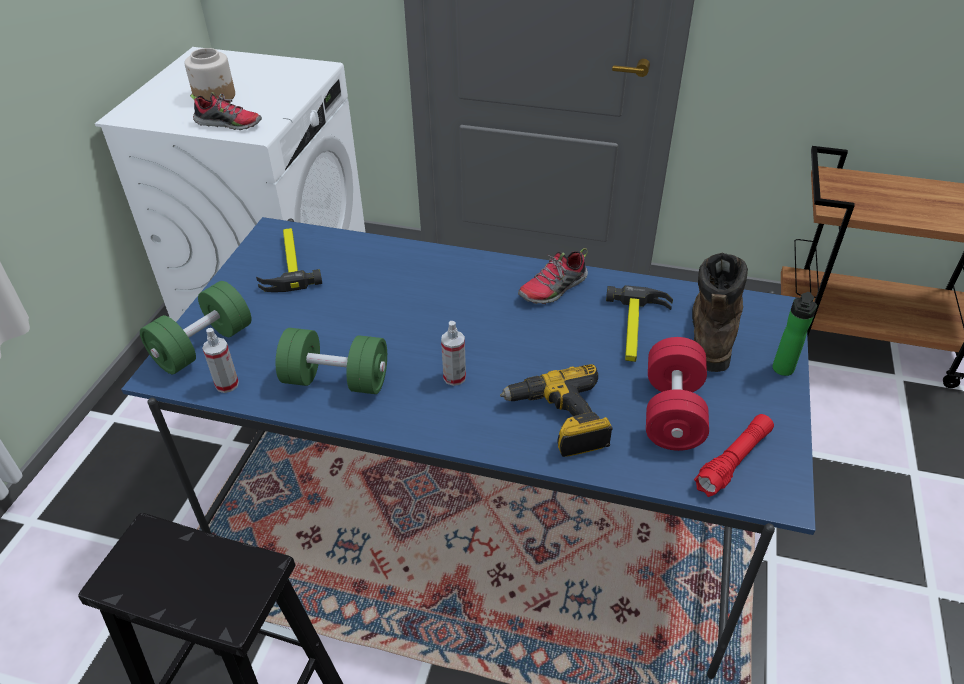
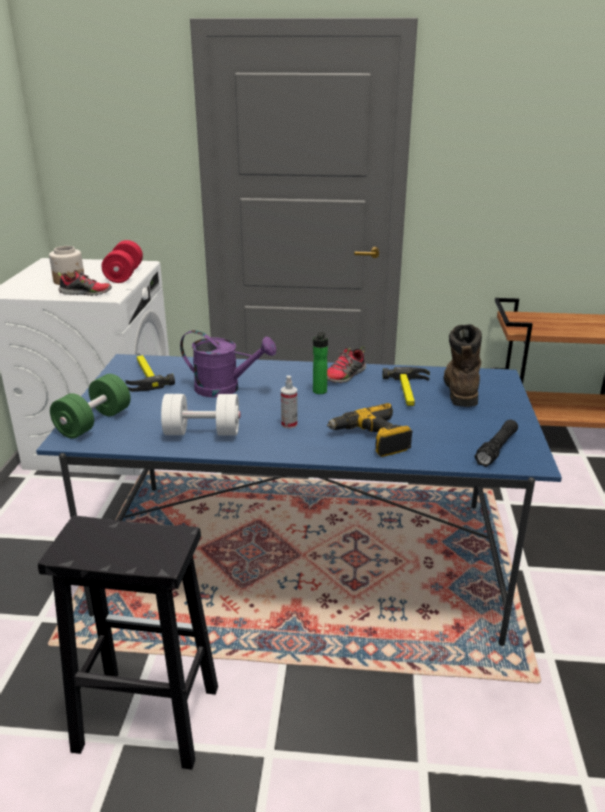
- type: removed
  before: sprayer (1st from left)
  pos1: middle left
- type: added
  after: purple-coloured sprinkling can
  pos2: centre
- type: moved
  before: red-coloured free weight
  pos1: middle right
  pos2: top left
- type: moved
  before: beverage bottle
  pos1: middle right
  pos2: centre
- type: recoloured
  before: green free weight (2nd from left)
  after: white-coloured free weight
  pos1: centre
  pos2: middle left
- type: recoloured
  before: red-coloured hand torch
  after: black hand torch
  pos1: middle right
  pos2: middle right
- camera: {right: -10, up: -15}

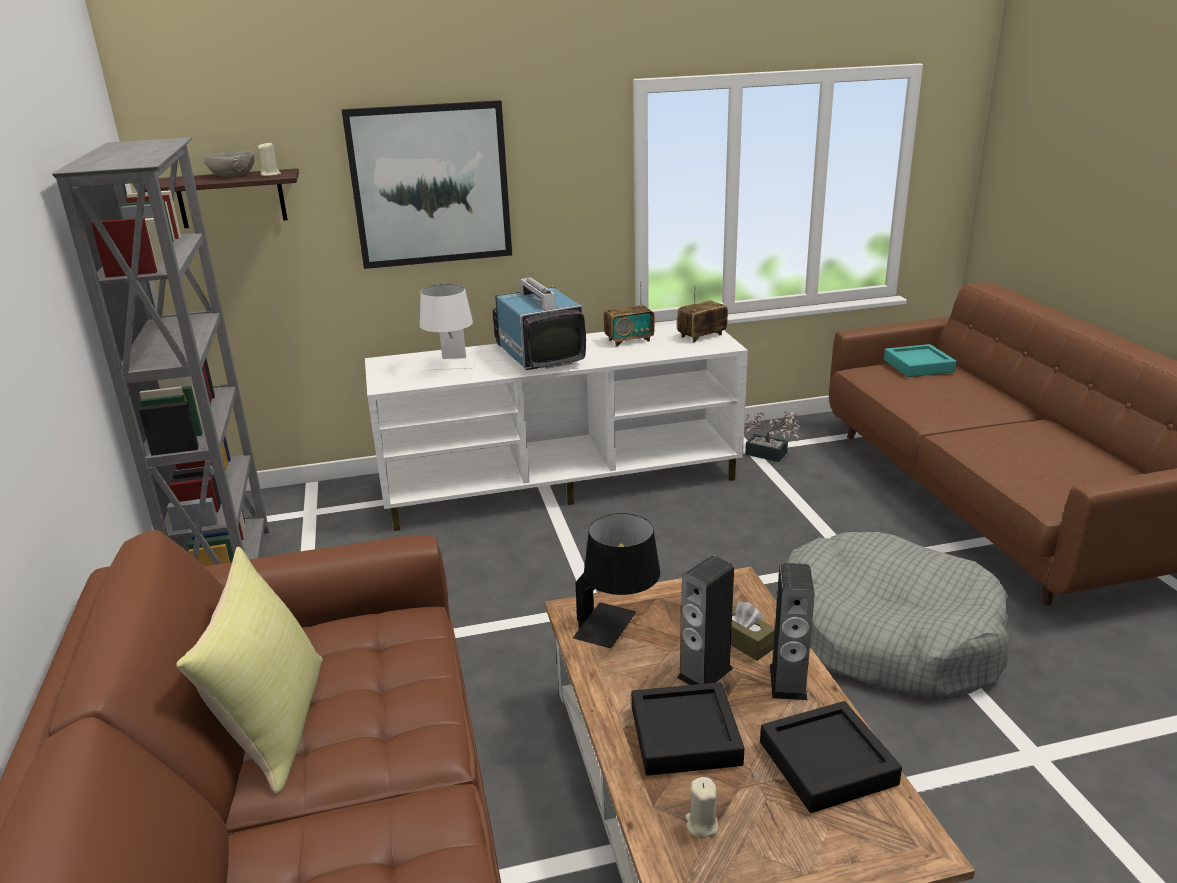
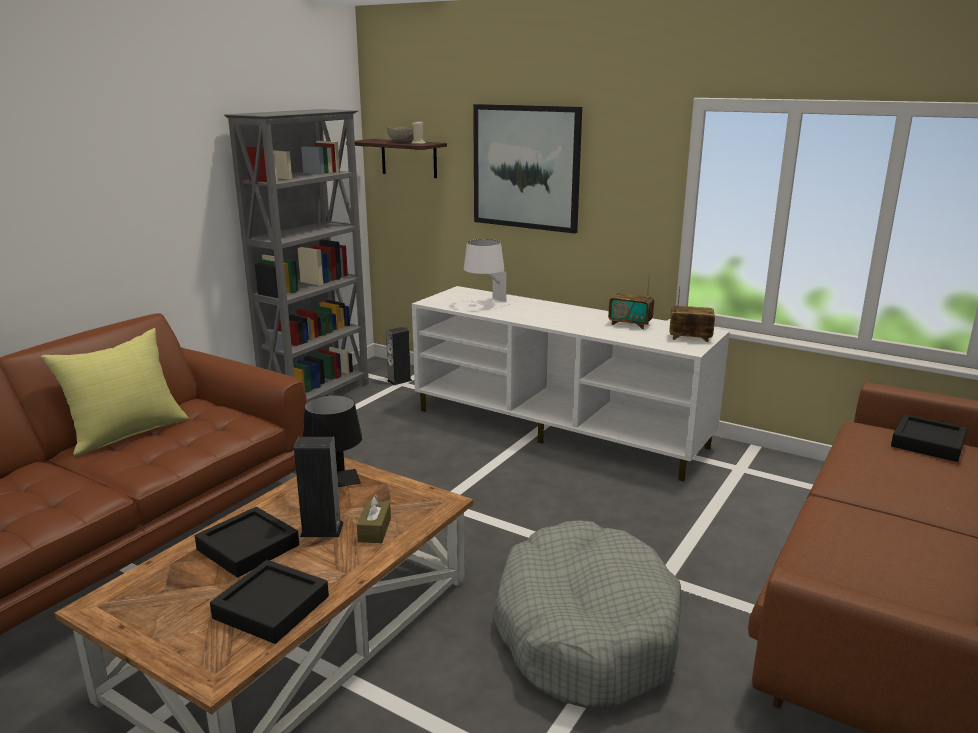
- type: removed
  before: television
  pos1: centre
- type: removed
  before: beige wax candle (2nd from left)
  pos1: bottom centre
- type: removed
  before: houseplant
  pos1: centre
- type: moved
  before: speaker (2nd from left)
  pos1: bottom right
  pos2: centre
- type: recoloured
  before: turquoise-coloured carrying tray
  after: black carrying tray (3rd from left)
  pos1: middle right
  pos2: middle right
- camera: {right: 45, up: -5}

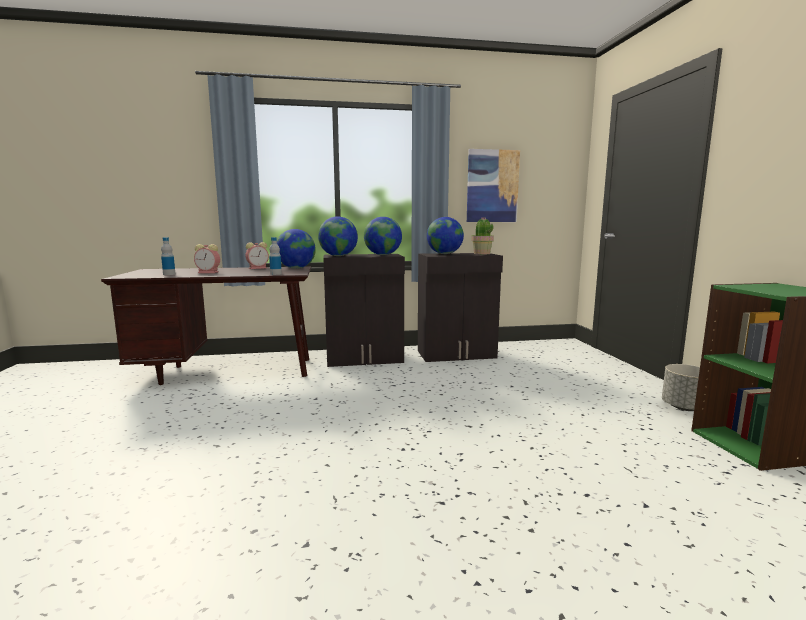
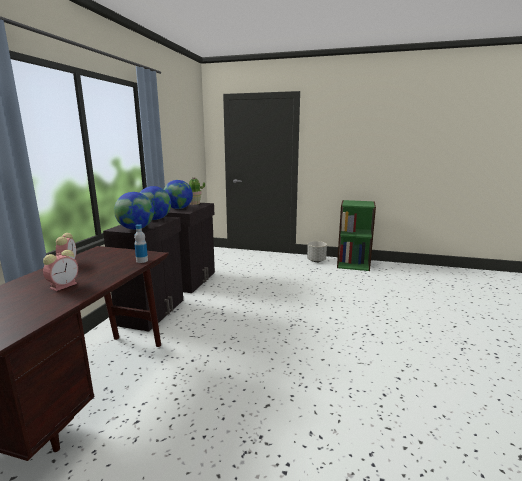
- type: removed
  before: beverage bottle (1st from left)
  pos1: middle left
- type: removed
  before: desk globe (1st from left)
  pos1: centre
- type: removed
  before: picture
  pos1: top centre
- camera: {right: -65, up: 5}

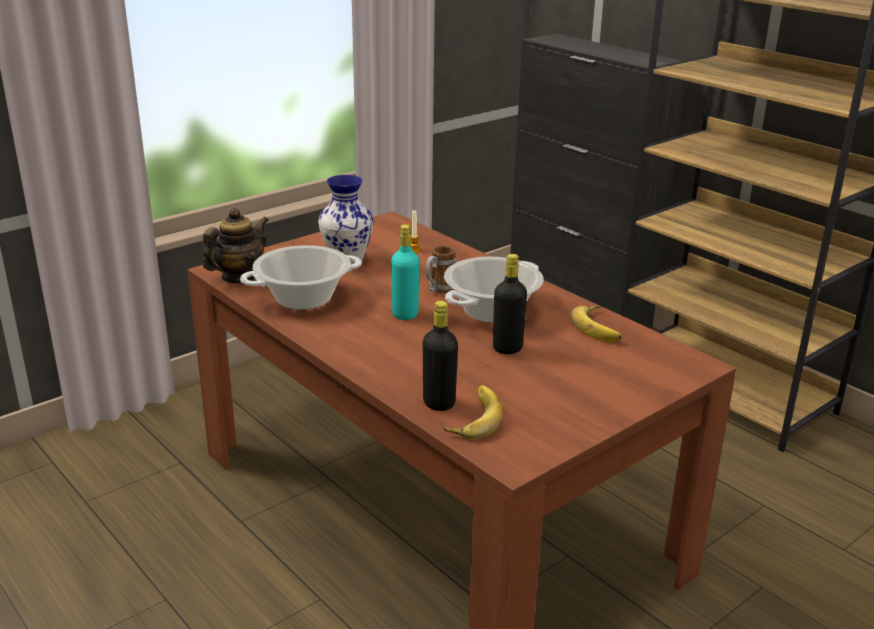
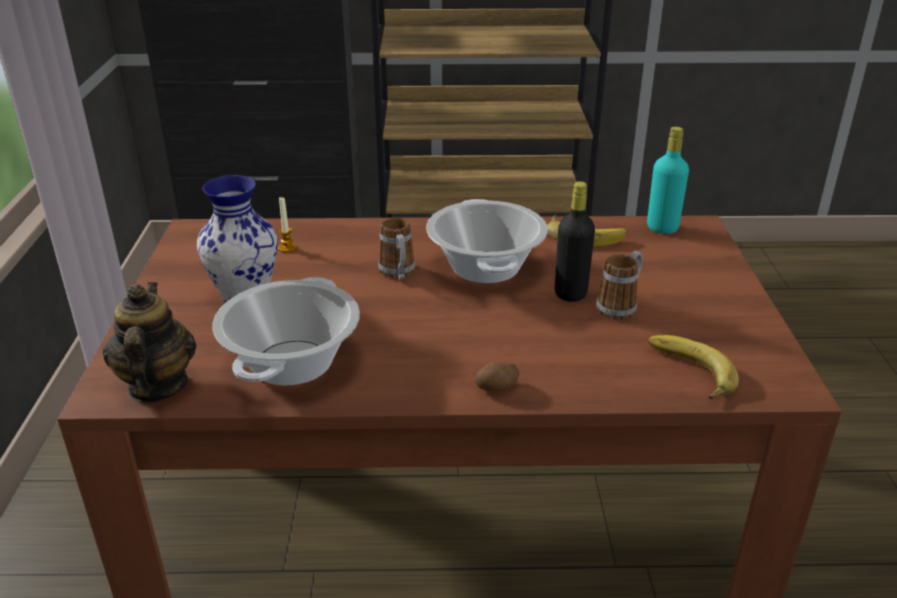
- type: removed
  before: black beverage bottle (1st from left)
  pos1: centre
- type: added
  after: whole potato
  pos2: centre
- type: added
  after: mug (2nd from left)
  pos2: middle right
- type: moved
  before: turquoise-coloured beverage bottle
  pos1: centre
  pos2: top right
- camera: {right: -50, up: 5}

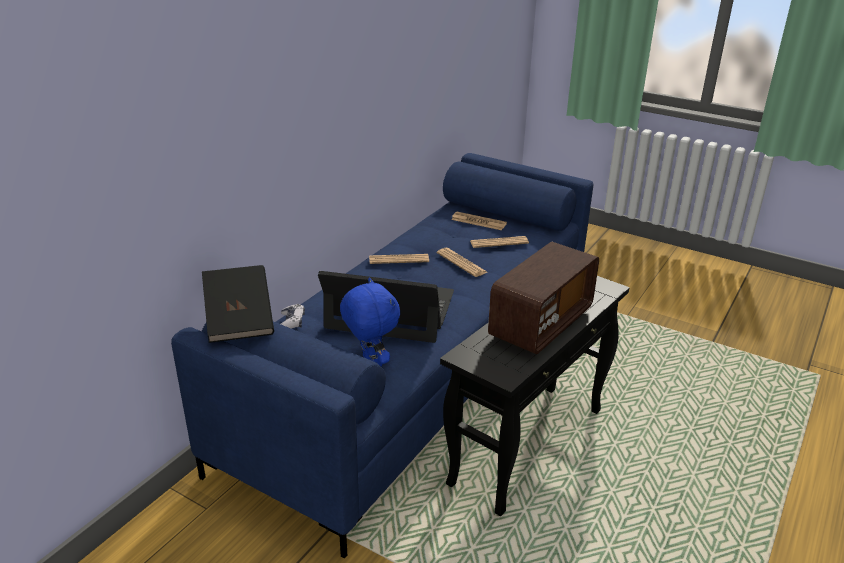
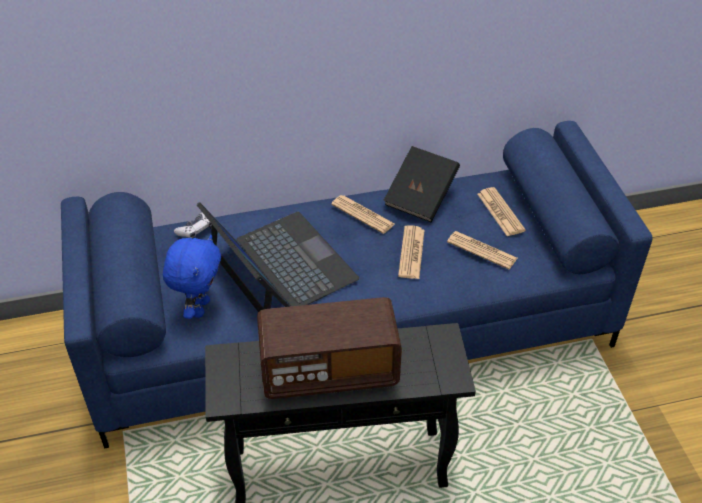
- type: moved
  before: black volume
  pos1: middle left
  pos2: centre
- camera: {right: 45, up: 15}

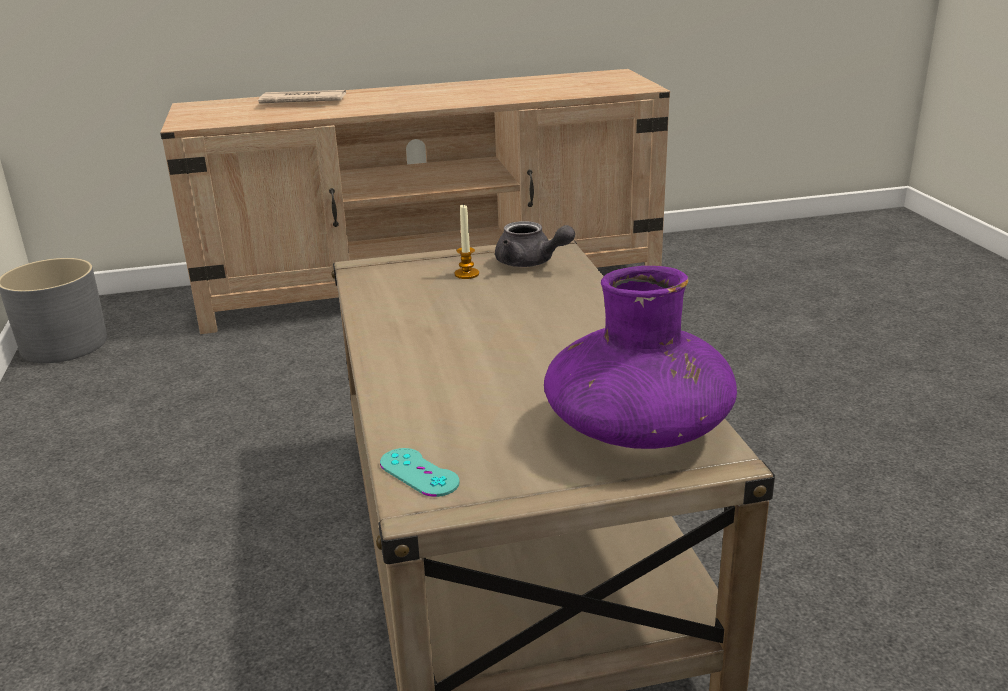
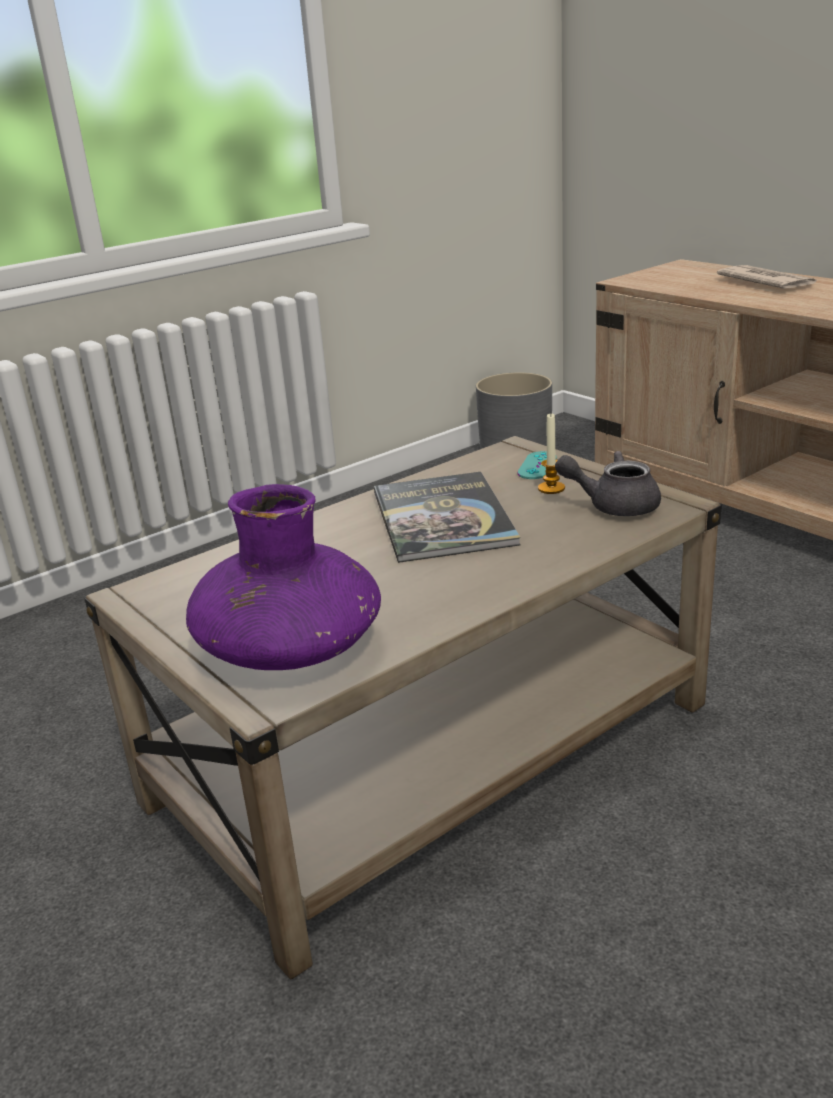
- type: added
  after: volume
  pos2: centre
- type: moved
  before: turquoise-coloured game controller
  pos1: bottom centre
  pos2: centre
- type: turned
  before: gray pot for tea
  pos1: centre
  pos2: middle right
  turn: 90
- camera: {right: 65, up: 0}

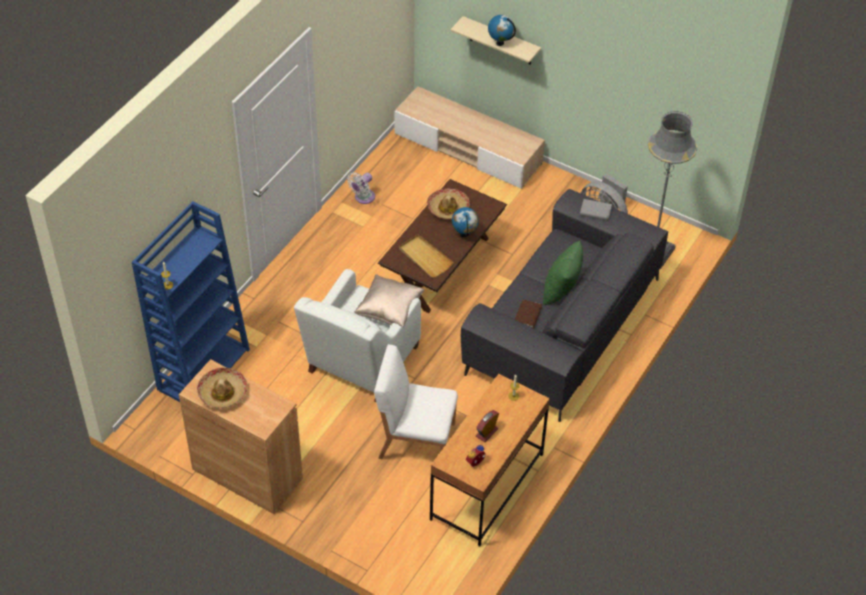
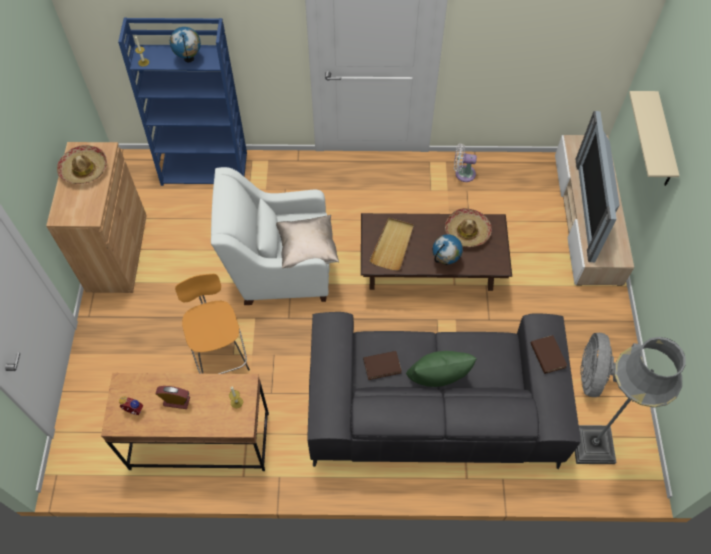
- type: added
  after: television
  pos2: middle right
- type: moved
  before: desk globe (2nd from left in the first image)
  after: desk globe (1st from left)
  pos1: top centre
  pos2: top left
- type: replaced
  before: white-coloured plain chair
  after: orange-coloured stool
  pos1: bottom centre
  pos2: middle left
- type: recoloured
  before: gray volume
  after: brown-coloured volume (2nd from left)
  pos1: middle right
  pos2: middle right
- camera: {right: 60, up: 10}

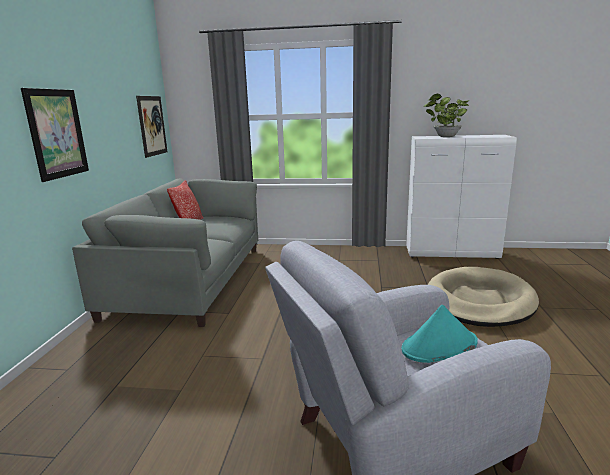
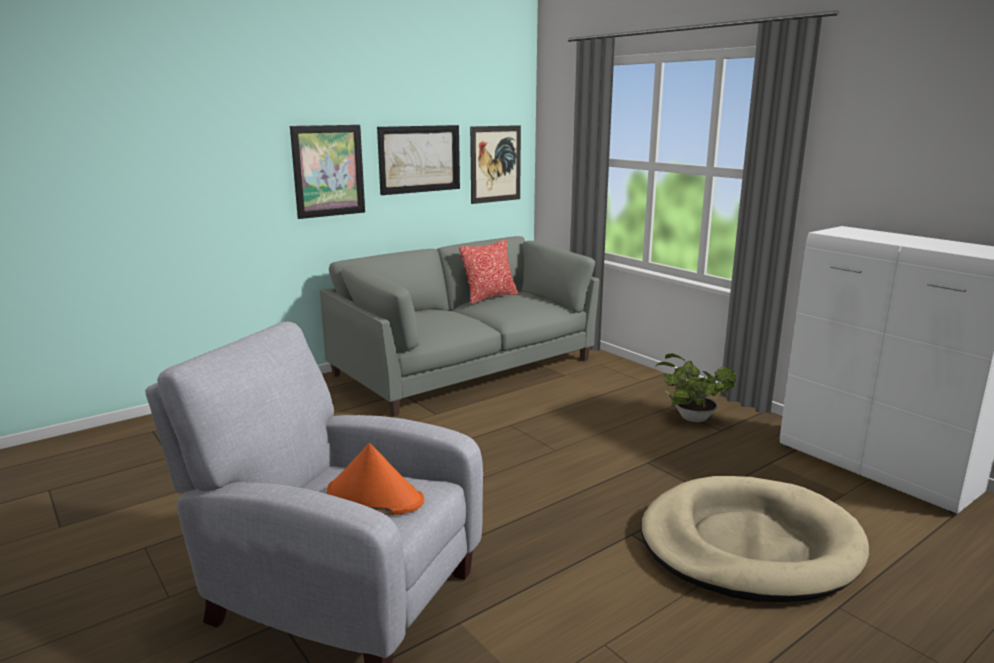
- type: added
  after: picture (2nd from left)
  pos2: top centre
- type: moved
  before: houseplant
  pos1: top right
  pos2: middle right
- type: recoloured
  before: turquoise-coloured clothing hat
  after: orange-coloured clothing hat
  pos1: bottom right
  pos2: bottom centre
- camera: {right: 45, up: 0}

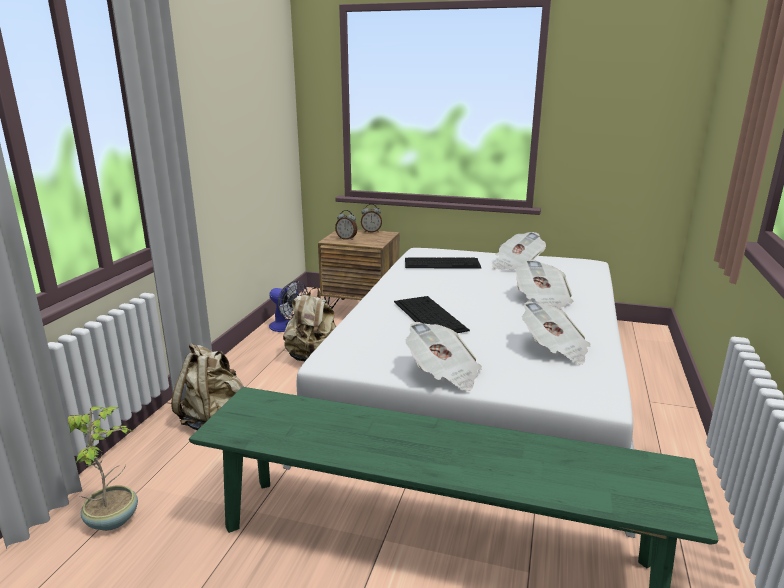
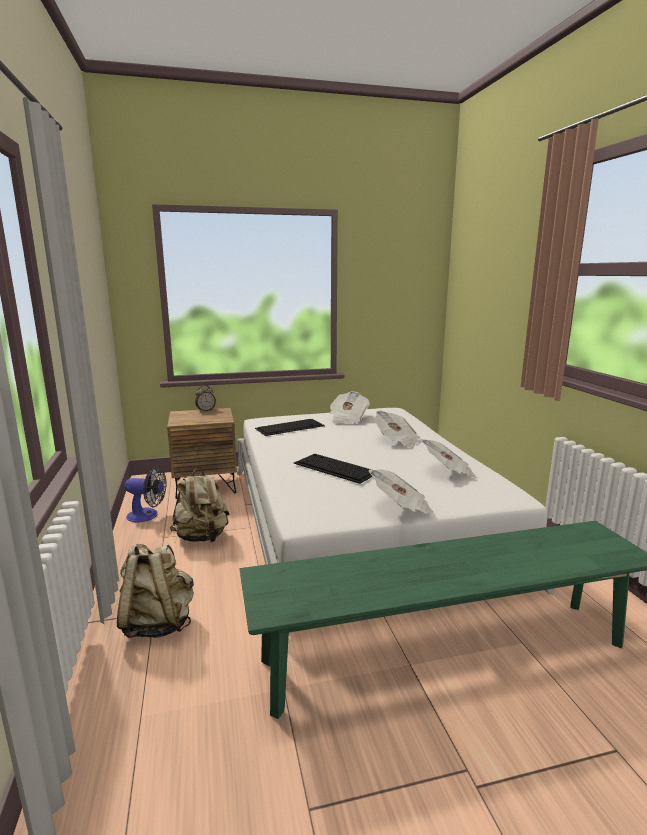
- type: removed
  before: houseplant
  pos1: bottom left
- type: removed
  before: alarm clock (1st from left)
  pos1: centre
- camera: {right: -30, up: -5}

